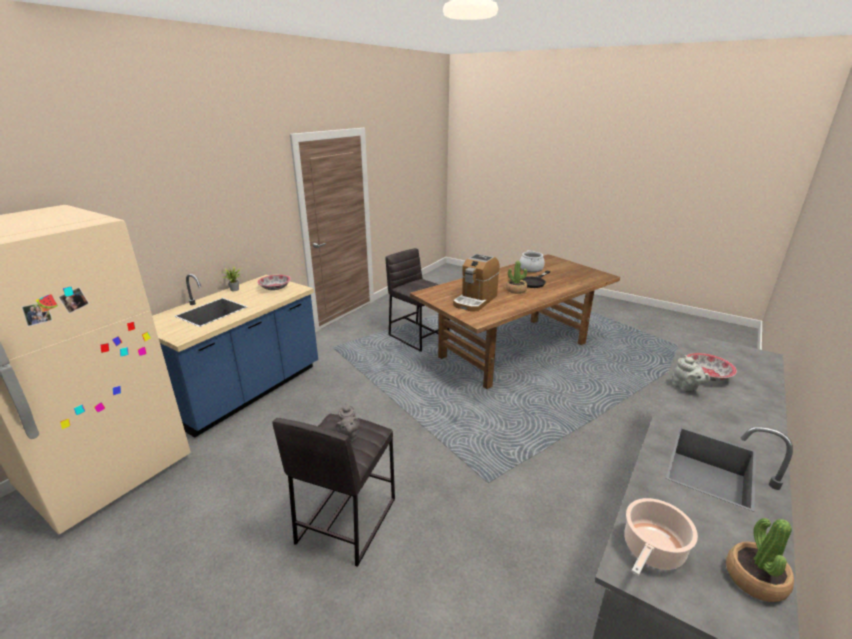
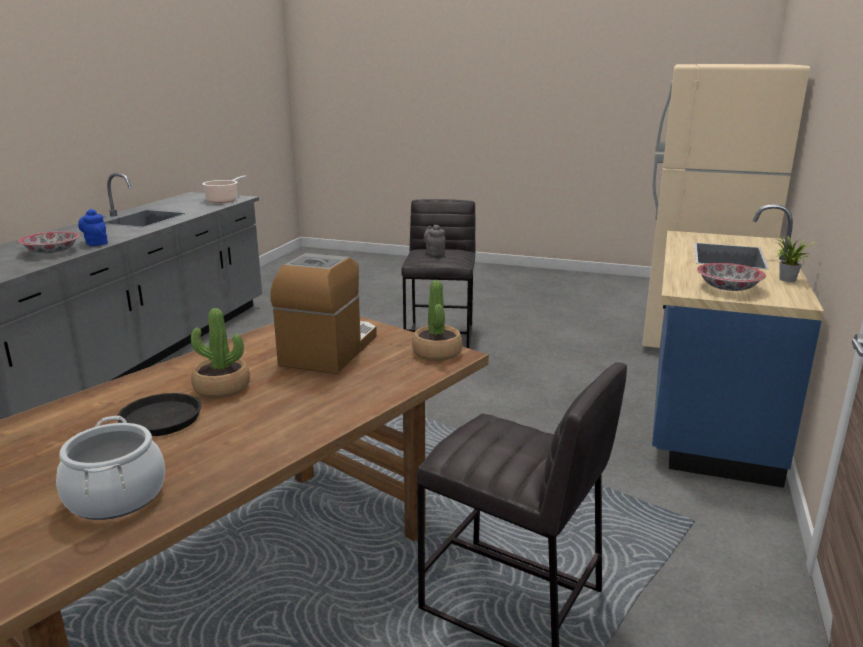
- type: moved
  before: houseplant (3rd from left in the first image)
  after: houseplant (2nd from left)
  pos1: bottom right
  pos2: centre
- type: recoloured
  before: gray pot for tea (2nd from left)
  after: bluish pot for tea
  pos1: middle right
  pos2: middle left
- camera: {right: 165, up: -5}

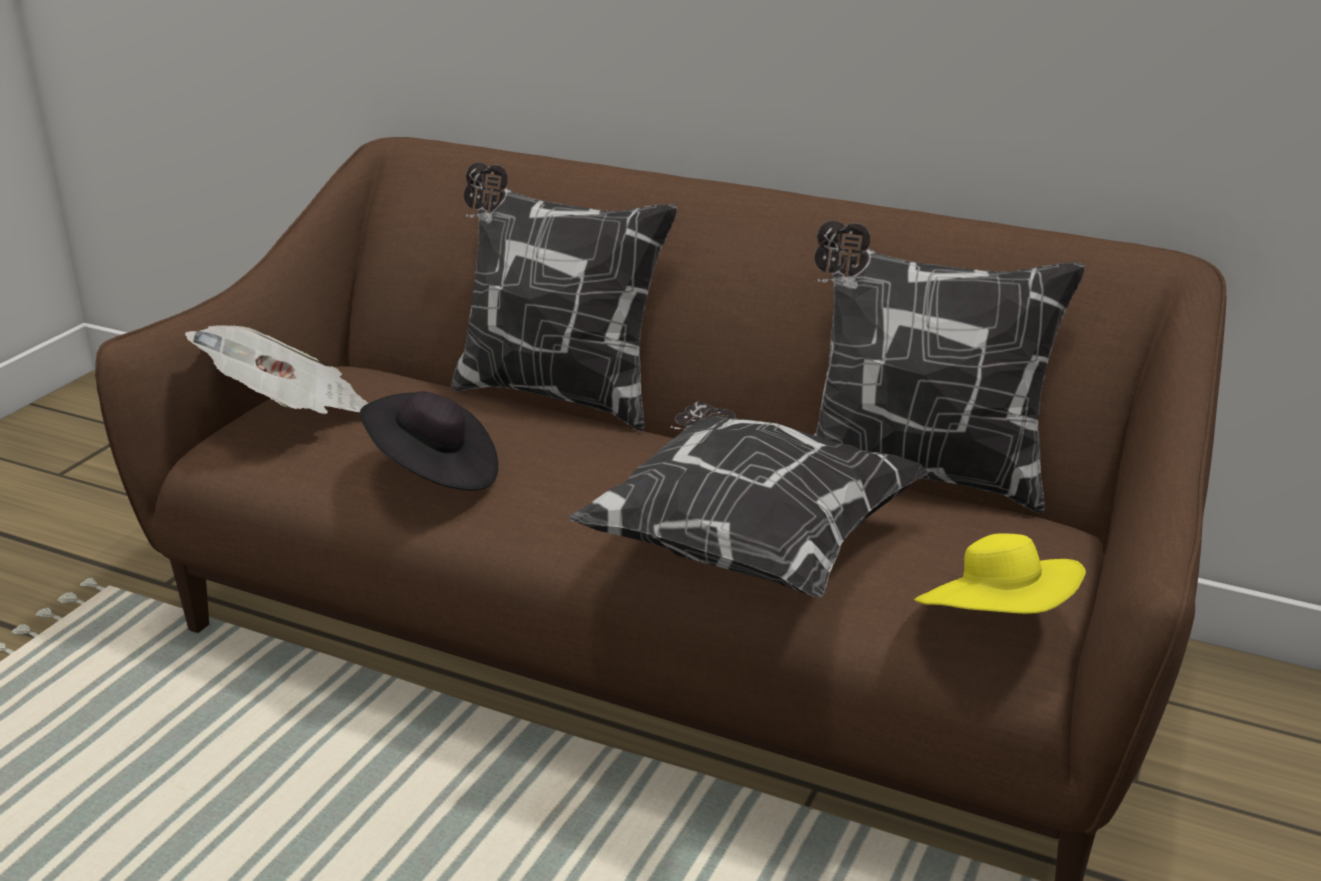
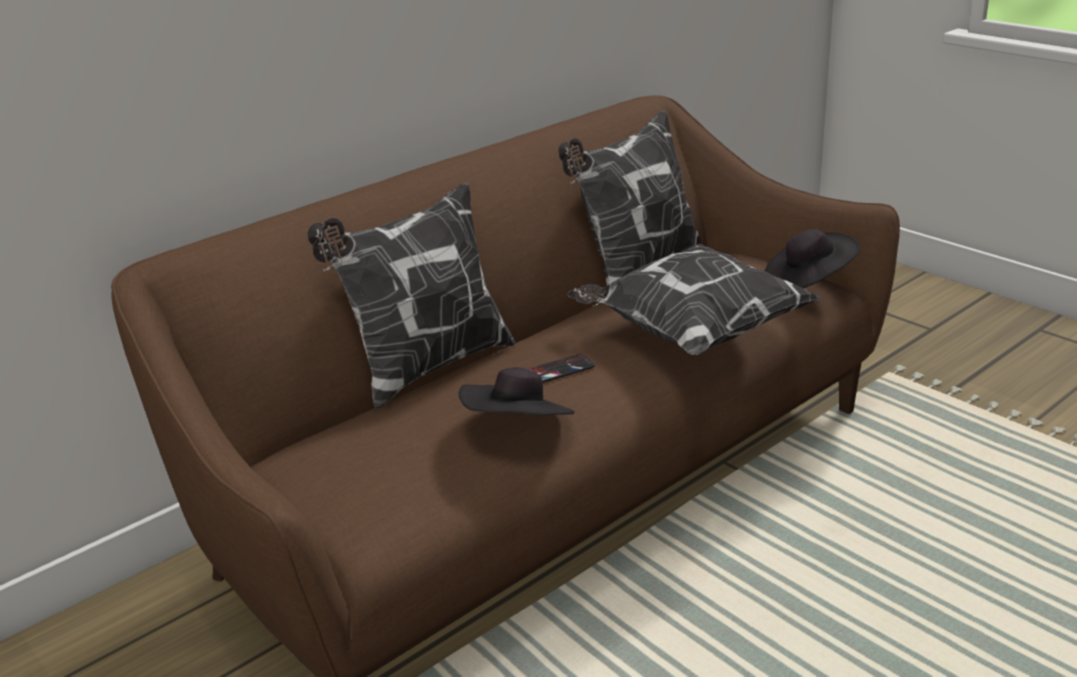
- type: removed
  before: printed paper
  pos1: middle left
- type: added
  after: handset
  pos2: centre
- type: recoloured
  before: yellowish clothing hat
  after: black clothing hat (2nd from left)
  pos1: middle right
  pos2: middle right
- camera: {right: -65, up: 0}

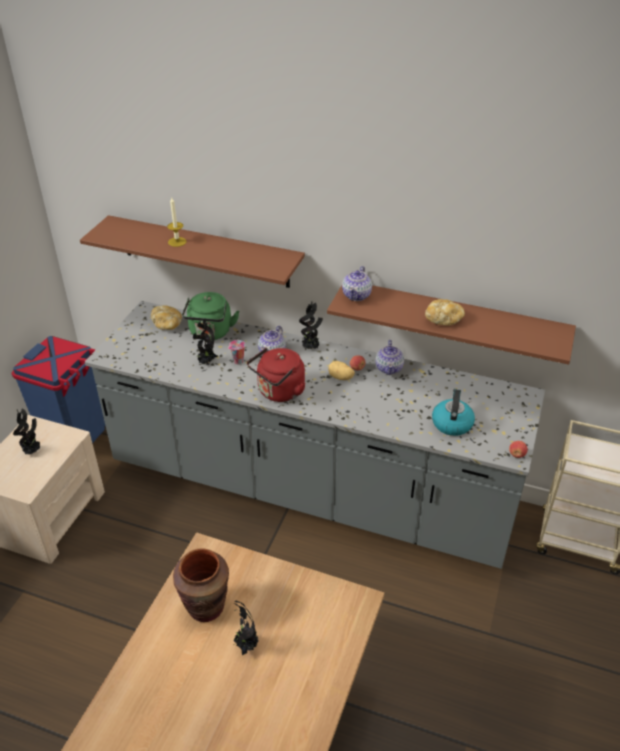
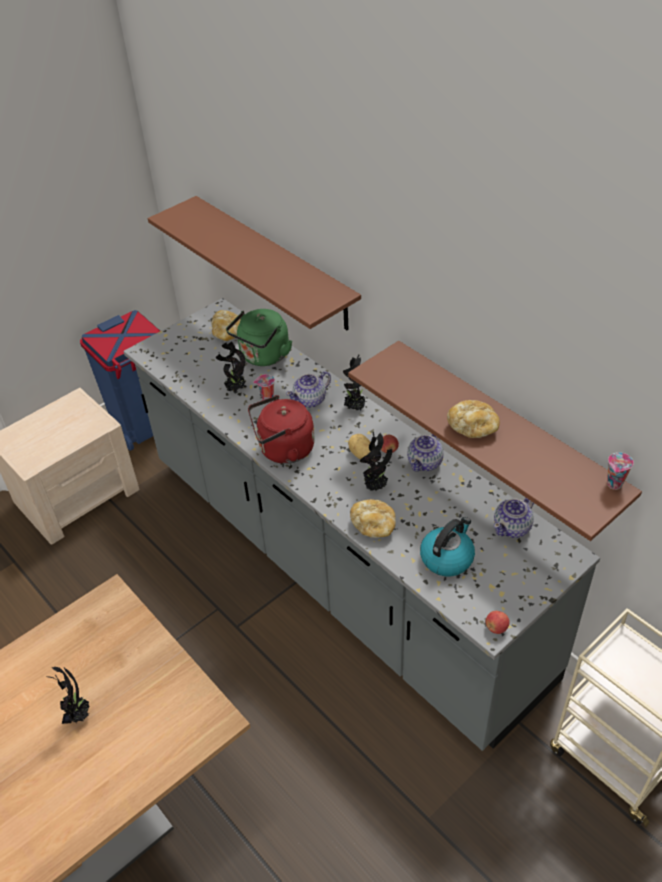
- type: removed
  before: wax candle
  pos1: top left
- type: removed
  before: brown-coloured decorative vase
  pos1: bottom left
- type: added
  after: bakery bread (2nd from left)
  pos2: centre
- type: added
  after: drinking cup (2nd from left)
  pos2: middle right
- type: moved
  before: houseplant (1st from left in the first image)
  after: houseplant (4th from left)
  pos1: middle left
  pos2: centre
- type: moved
  before: pot for tea (2nd from left in the first image)
  after: pot for tea (3rd from left)
  pos1: centre
  pos2: middle right
- camera: {right: 30, up: 5}

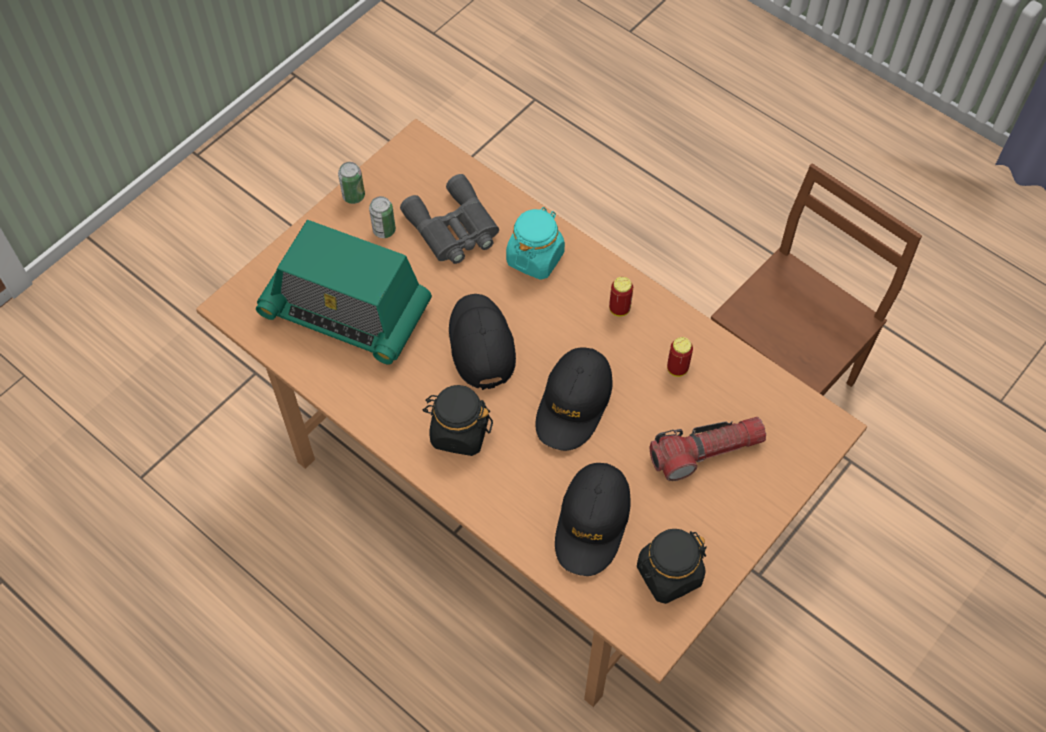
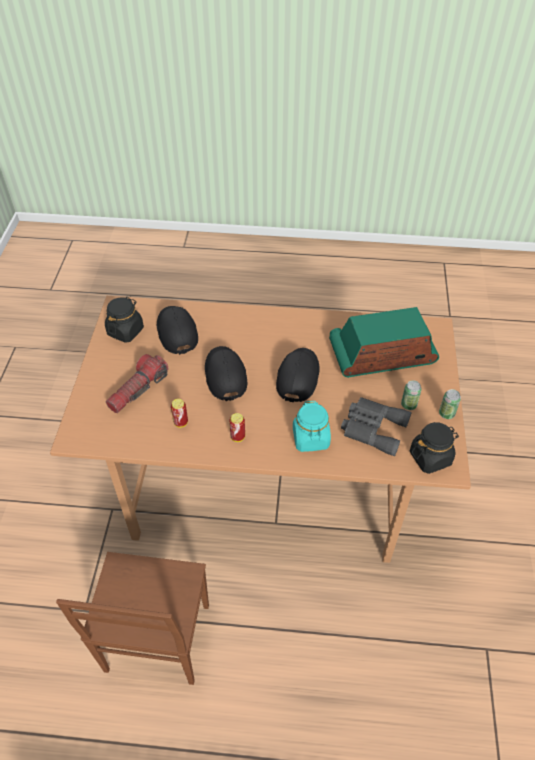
- type: moved
  before: black preserve jar (1st from left in the first image)
  after: black preserve jar (2nd from left)
  pos1: centre
  pos2: middle right
- type: turned
  before: black baseball cap (1st from left in the first image)
  pos1: centre
  pos2: centre
  turn: -120
- camera: {right: 145, up: -10}

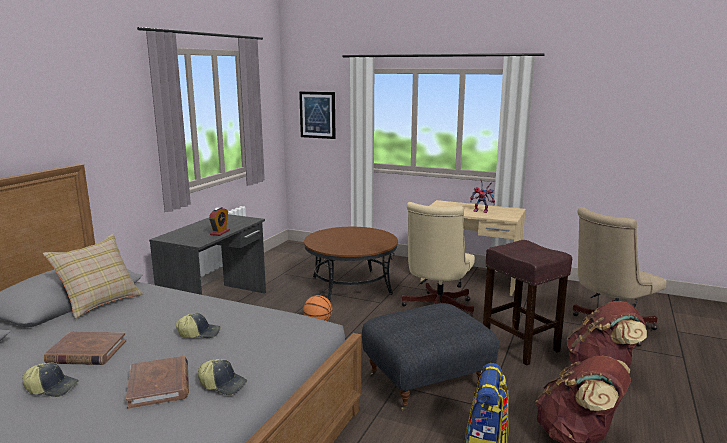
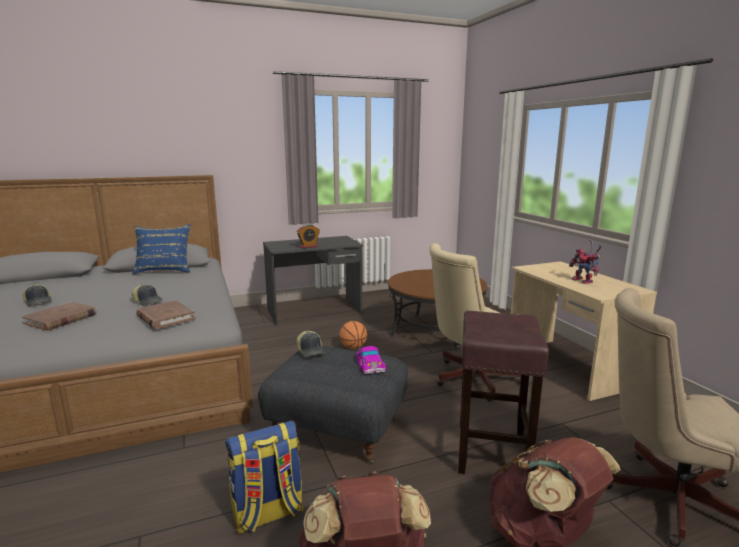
- type: removed
  before: picture
  pos1: top centre
- type: added
  after: toy car
  pos2: centre
- type: moved
  before: brown-coloured volume (1st from left in the first image)
  after: brown-coloured volume (2nd from left)
  pos1: bottom left
  pos2: middle left
- type: moved
  before: baseball cap (3rd from left)
  pos1: bottom left
  pos2: centre
- type: recoloured
  before: beige cushion
  after: bluish cushion
  pos1: middle left
  pos2: middle left
- camera: {right: 45, up: 0}

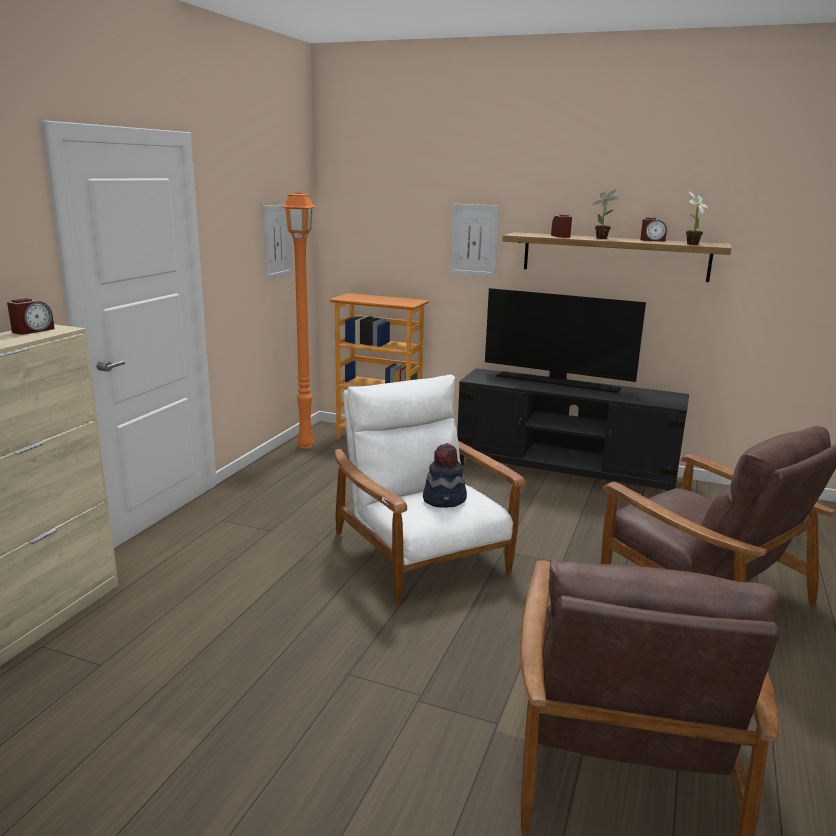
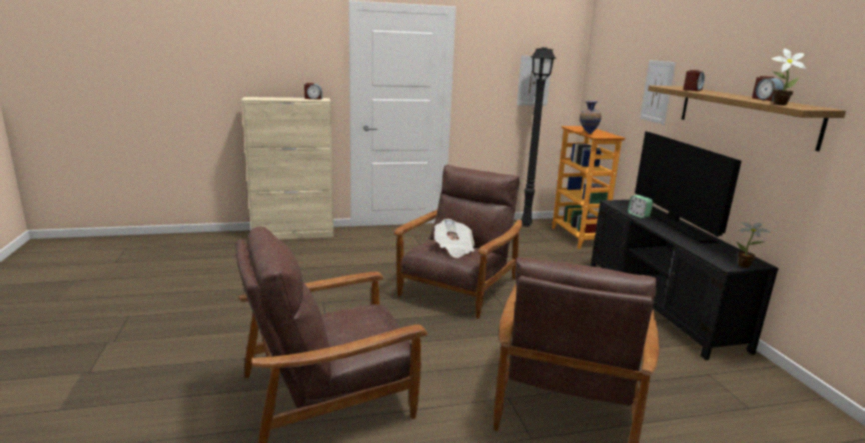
- type: added
  after: decorative vase
  pos2: top right
- type: added
  after: alarm clock (2nd from left)
  pos2: middle right
- type: moved
  before: houseplant (1st from left)
  pos1: top right
  pos2: middle right
- type: replaced
  before: clothing hat
  after: printed paper
  pos1: centre
  pos2: centre
- type: recoloured
  before: orange-coloured floor lamp
  after: black floor lamp
  pos1: centre
  pos2: top centre
- type: recoloured
  before: white-coloured easy chair
  after: brown-coloured easy chair (2nd from left)
  pos1: centre
  pos2: centre
- camera: {right: 55, up: 0}

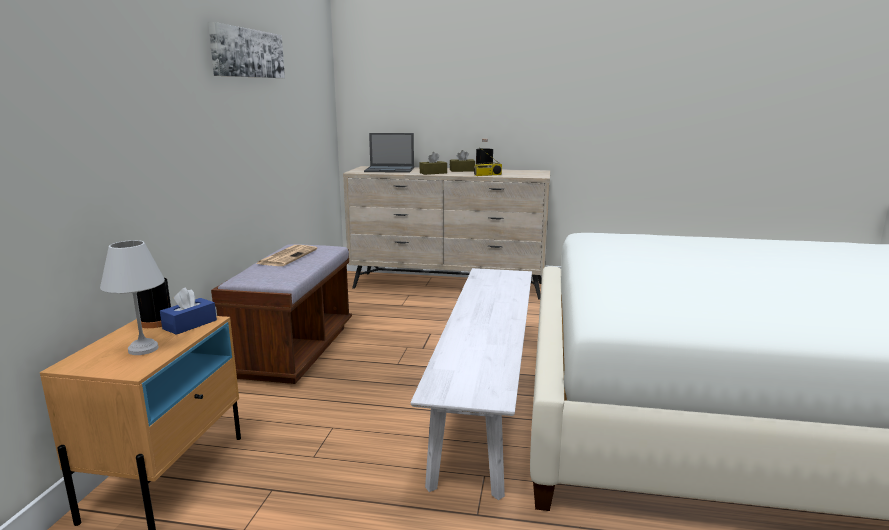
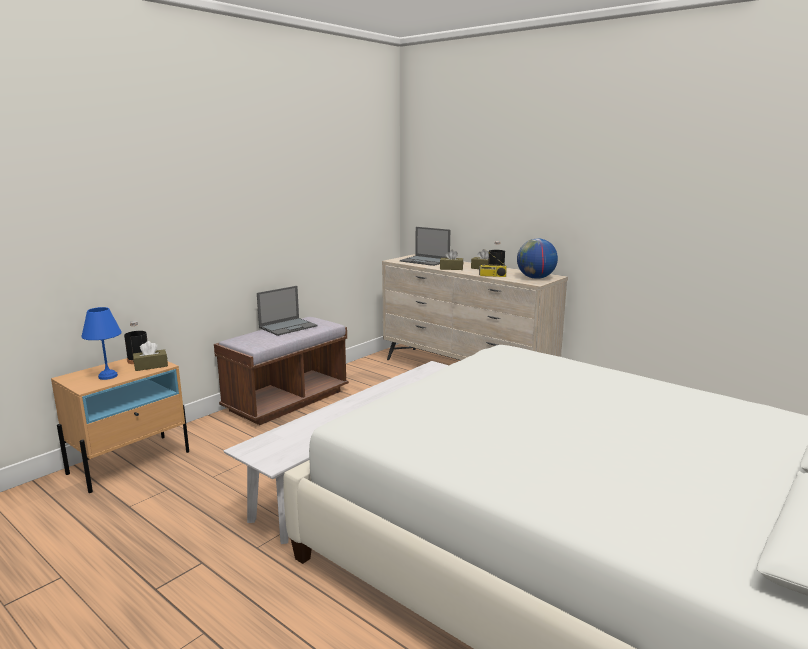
- type: removed
  before: picture
  pos1: top left
- type: added
  after: desk globe
  pos2: centre
- type: replaced
  before: printed paper
  after: notebook computer (1st from left)
  pos1: middle left
  pos2: centre
- type: recoloured
  before: white-coloured lamp for a table
  after: bluish lamp for a table
  pos1: middle left
  pos2: middle left
- type: recoloured
  before: bluish box of tissues
  after: brown-coloured box of tissues (1st from left)
  pos1: middle left
  pos2: middle left
- camera: {right: 30, up: 0}

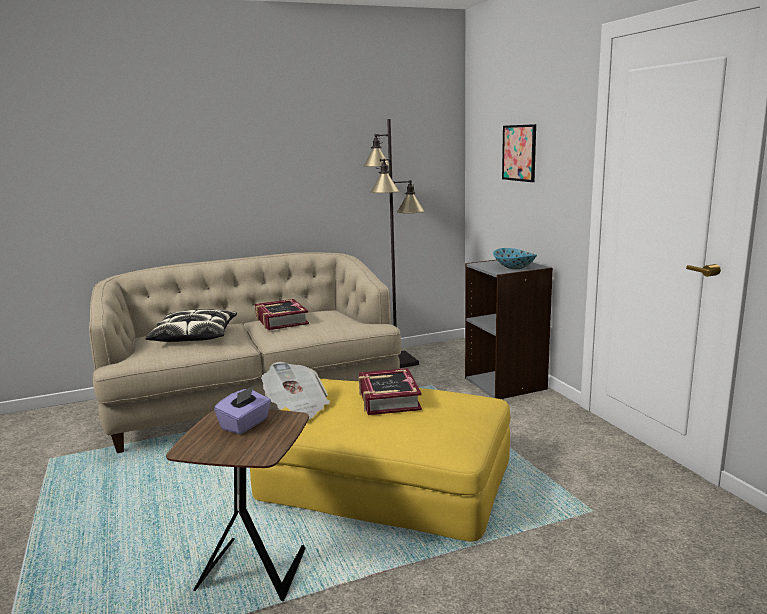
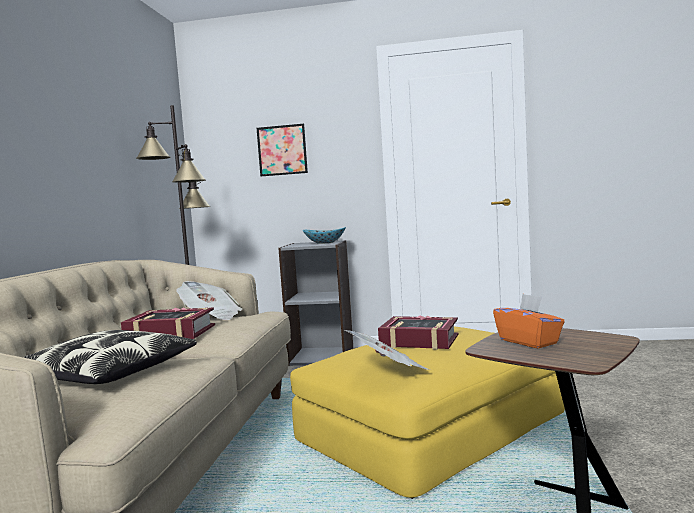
- type: added
  after: printed paper (1st from left)
  pos2: middle left
- type: recoloured
  before: purple-coloured box of tissues
  after: orange-coloured box of tissues
  pos1: bottom left
  pos2: middle right
- camera: {right: -60, up: -10}

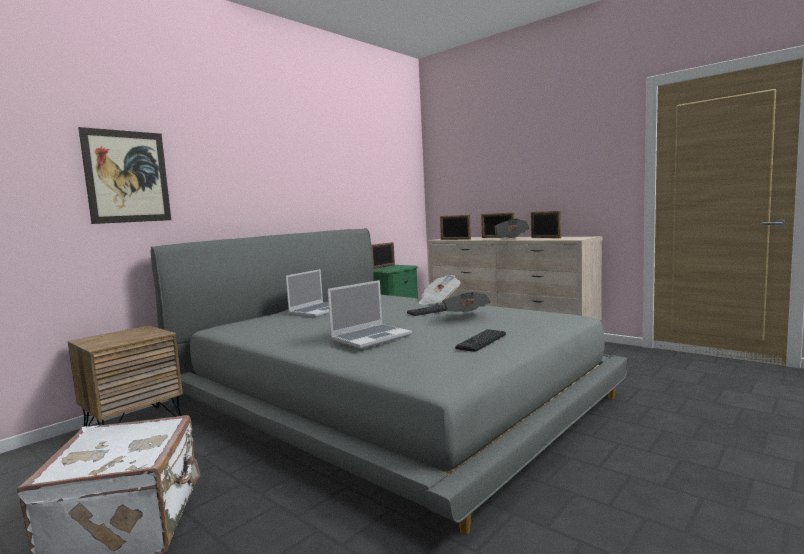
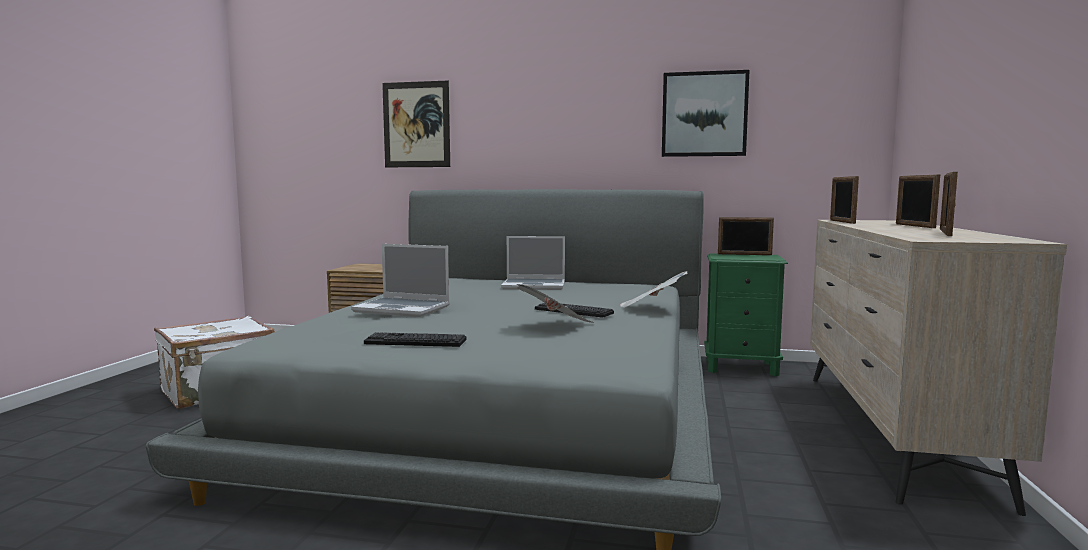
- type: removed
  before: printed paper (3rd from left)
  pos1: centre
- type: added
  after: picture (2nd from left)
  pos2: top centre
- camera: {right: 60, up: 0}

